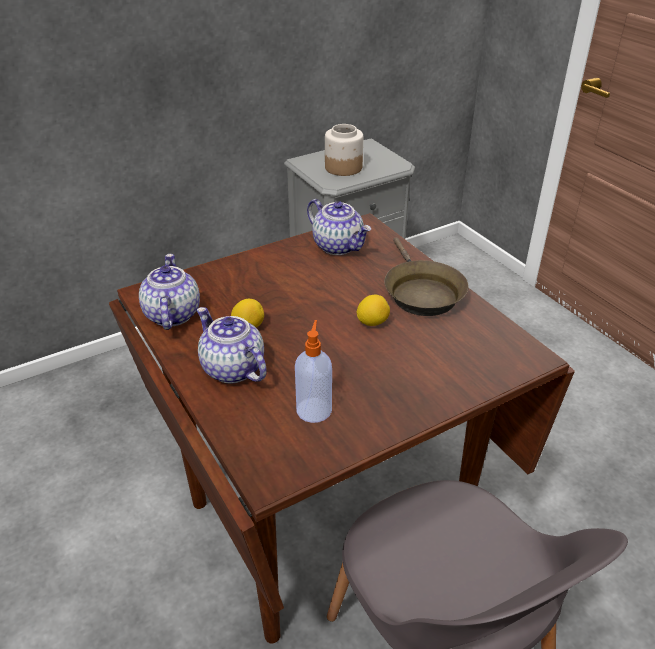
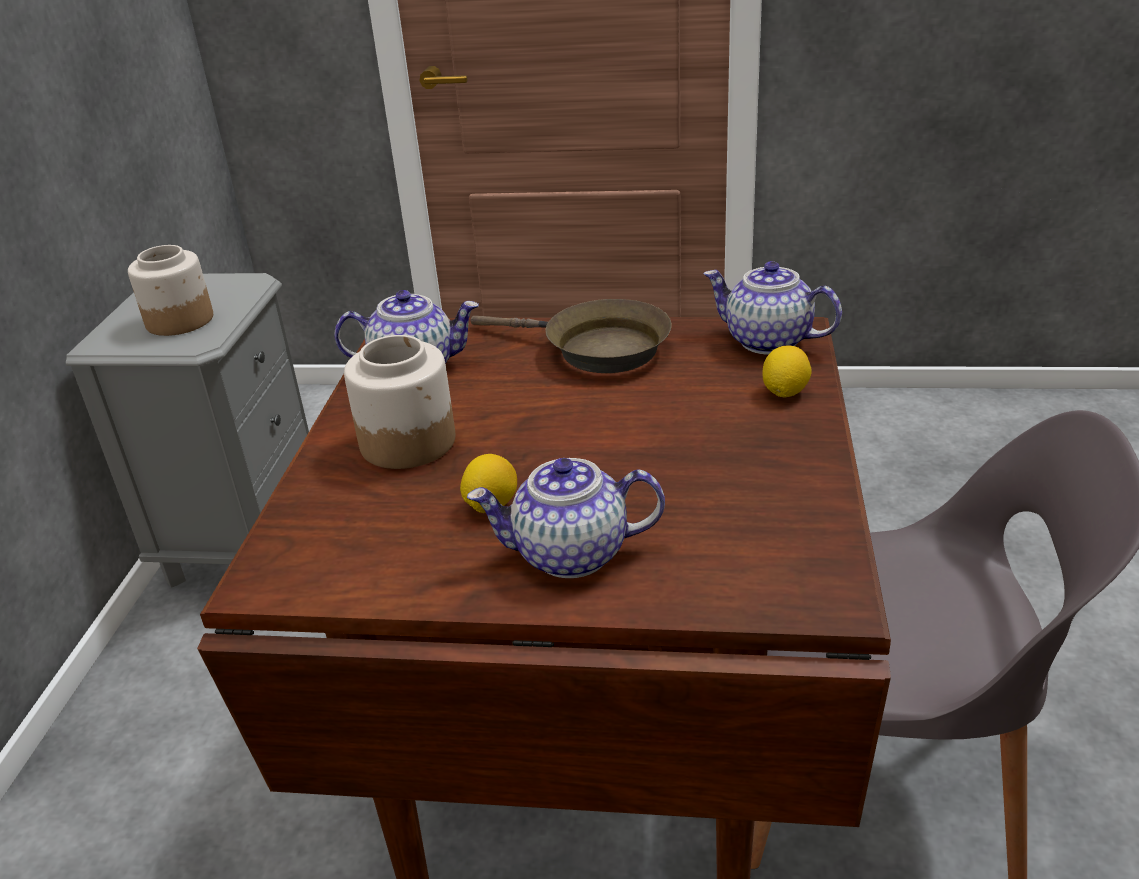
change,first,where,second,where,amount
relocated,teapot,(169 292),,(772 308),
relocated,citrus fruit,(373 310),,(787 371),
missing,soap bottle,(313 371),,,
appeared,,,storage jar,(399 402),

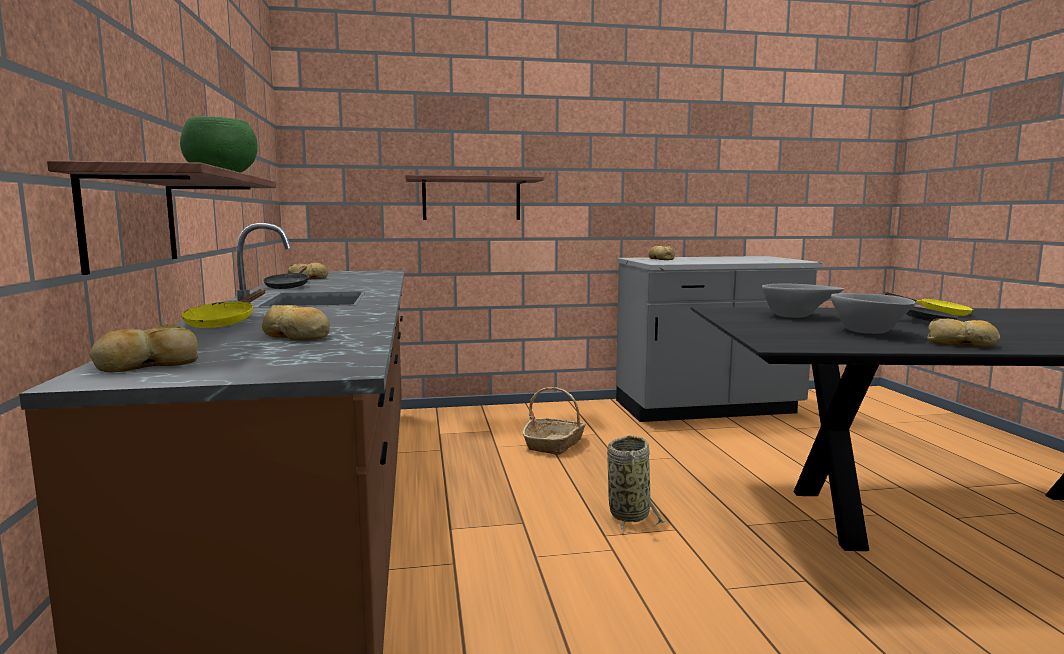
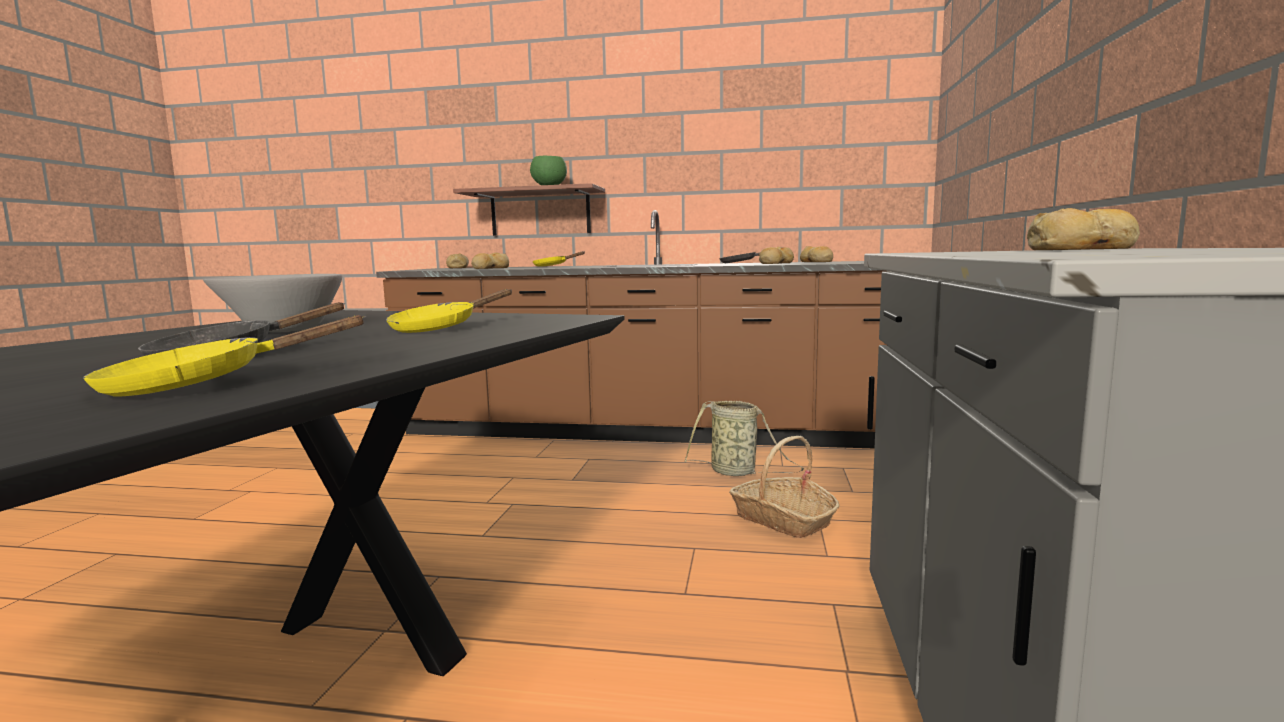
change,first,where,second,where,amount
missing,bracket shelf,(475 197),,,
exchanged,grey bowl,(803 301),yellowish skillet,(449 311),
relocated,bread,(963 332),,(776 255),
relocated,storage basket,(636 484),,(744 438),

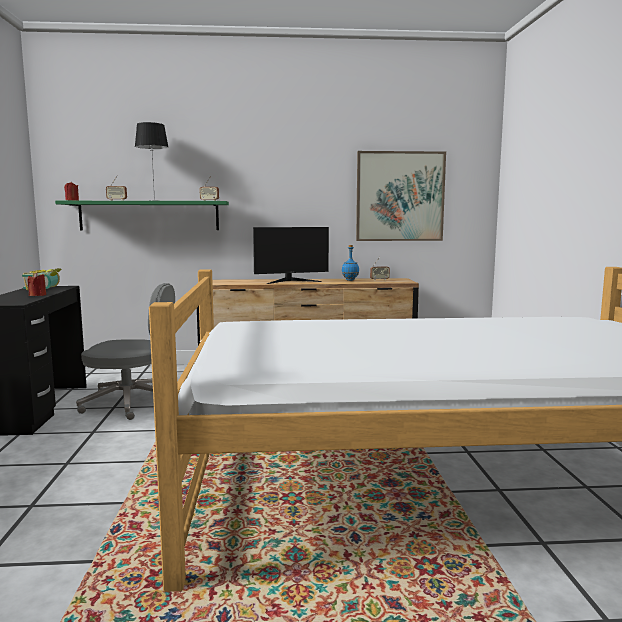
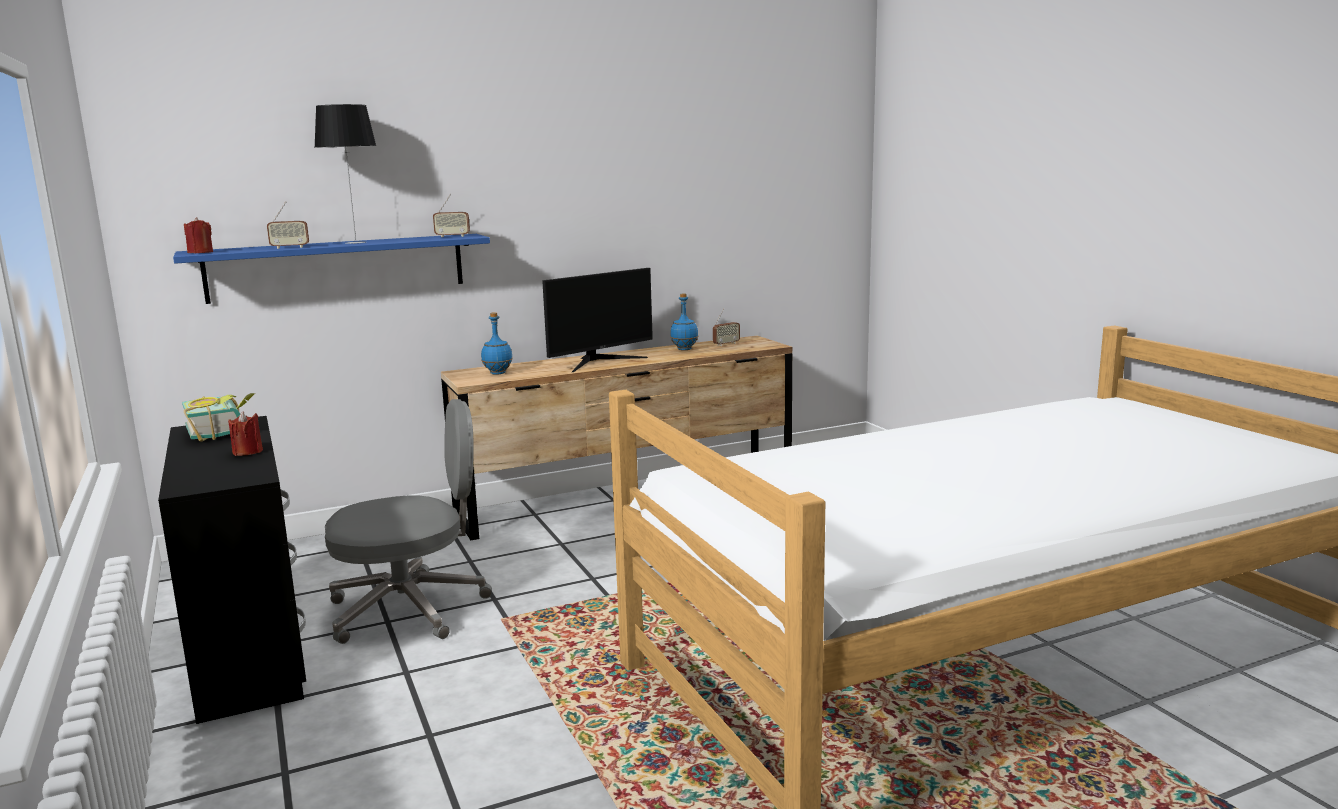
change,first,where,second,where,amount
missing,picture,(401 196),,,
colour,green-coloured bracket shelf,(142 215),blue-coloured bracket shelf,(331 269),
appeared,,,blue-coloured drink bottle,(497 343),

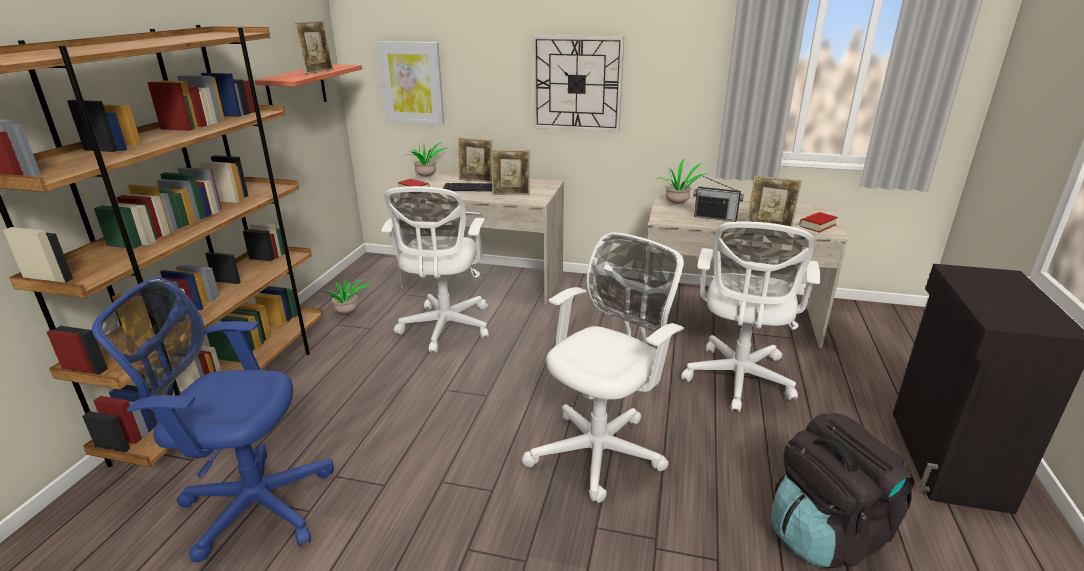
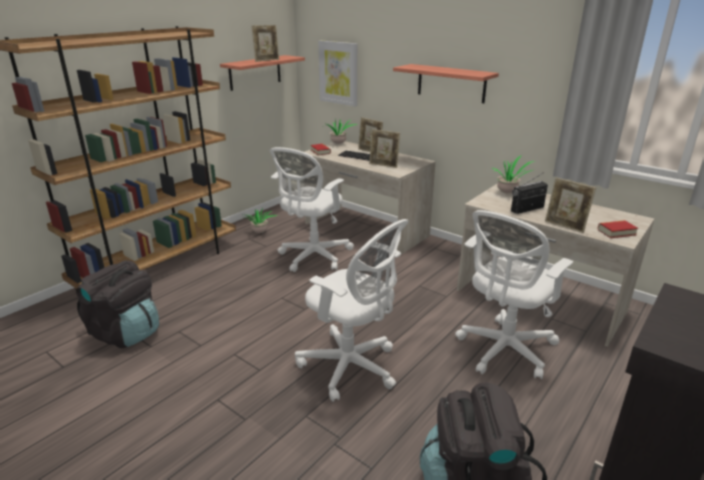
change,first,where,second,where,amount
exchanged,wall clock,(578 83),bracket shelf,(446 83),
spun,radio,(718 199),,(529 193),105 degrees clockwise
spun,whitish desk chair,(603 367),,(352 310),60 degrees clockwise
exchanged,blue-coloured desk chair,(213 419),black rucksack,(117 304),

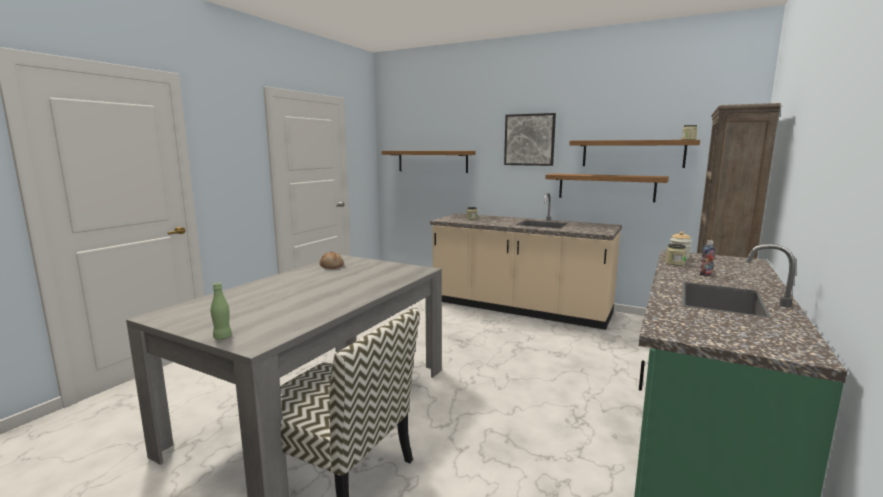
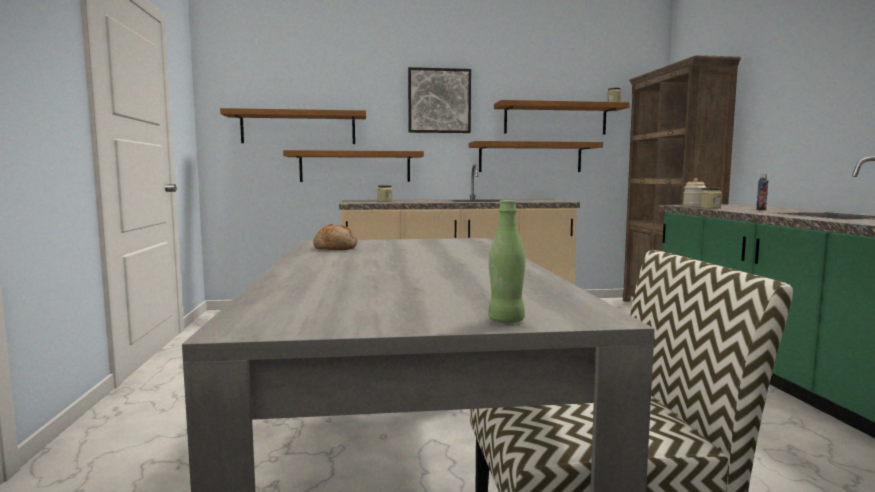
change,first,where,second,where,amount
appeared,,,bracket shelf,(353 166),

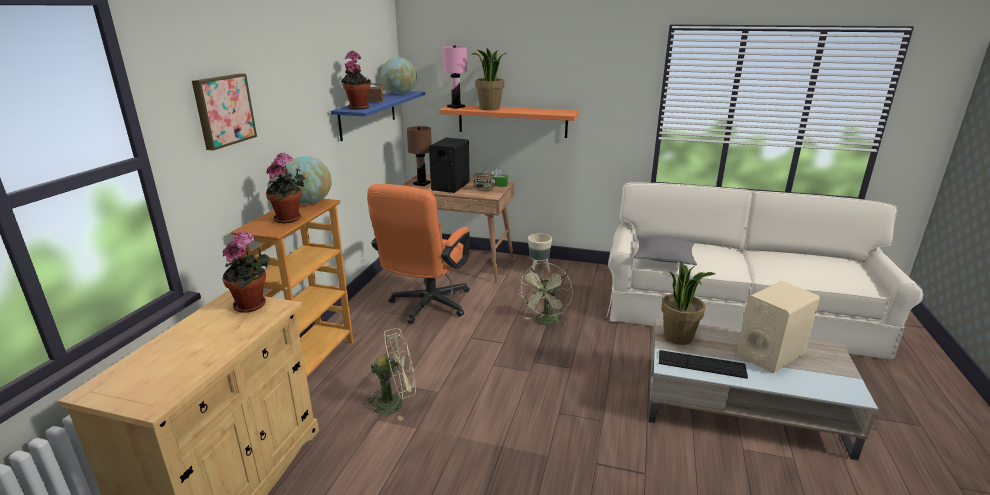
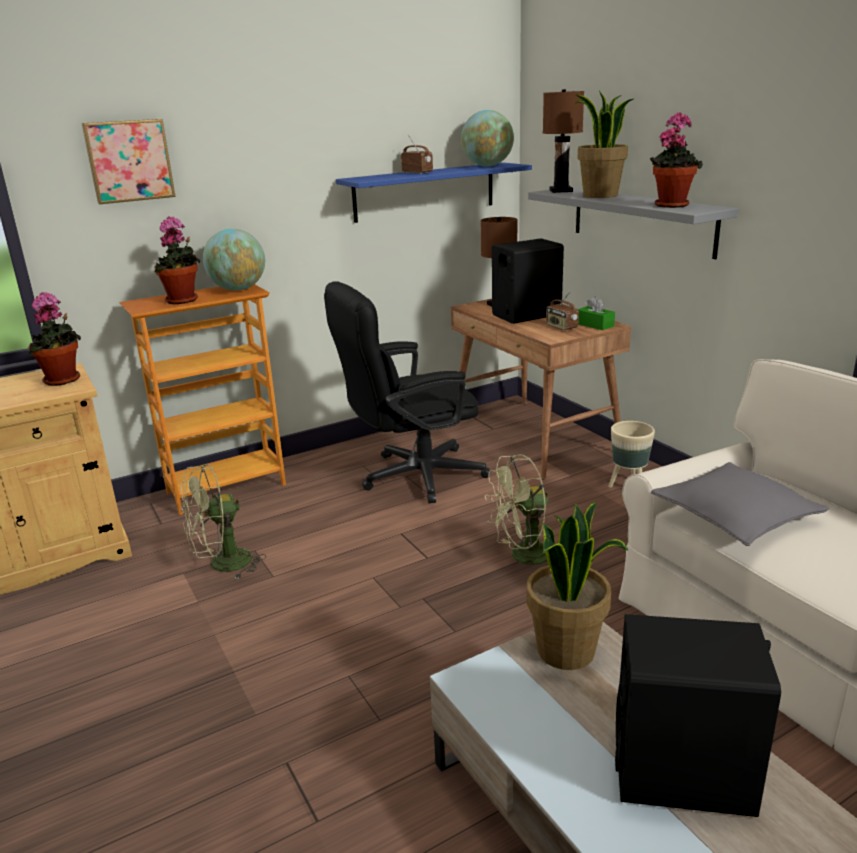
change,first,where,second,where,amount
colour,pink-coloured tabletop lamp,(455 77),brown tabletop lamp,(563 141),
relocated,potted plant,(356 80),,(676 160),
colour,orange-coloured bracket shelf,(509 121),grey bracket shelf,(633 223),
colour,orange-coloured desk chair,(418 254),black desk chair,(407 392),
colour,sand-coloured loudspeaker,(778 327),black loudspeaker,(698 715),
spun,green-coloured electric fan,(389 374),,(223 522),120 degrees clockwise
missing,computer keyboard,(703 364),,,

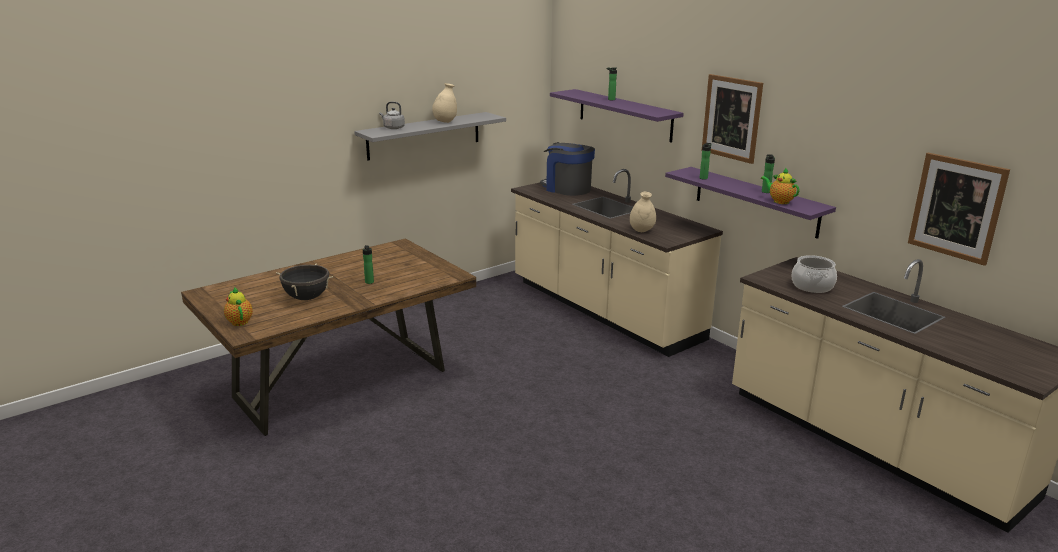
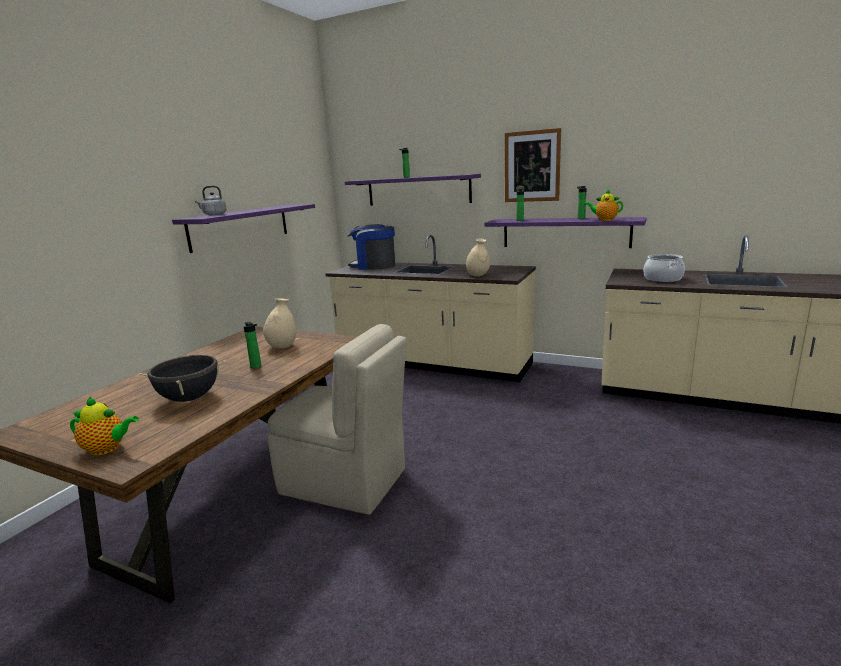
change,first,where,second,where,amount
relocated,sand-coloured vase,(444 103),,(280 323),
colour,grey bracket shelf,(430 136),purplish bracket shelf,(243 228),
missing,picture,(959 209),,,
spun,teapot,(238 306),,(104 426),150 degrees clockwise
appeared,,,sand-coloured chair,(337 419),

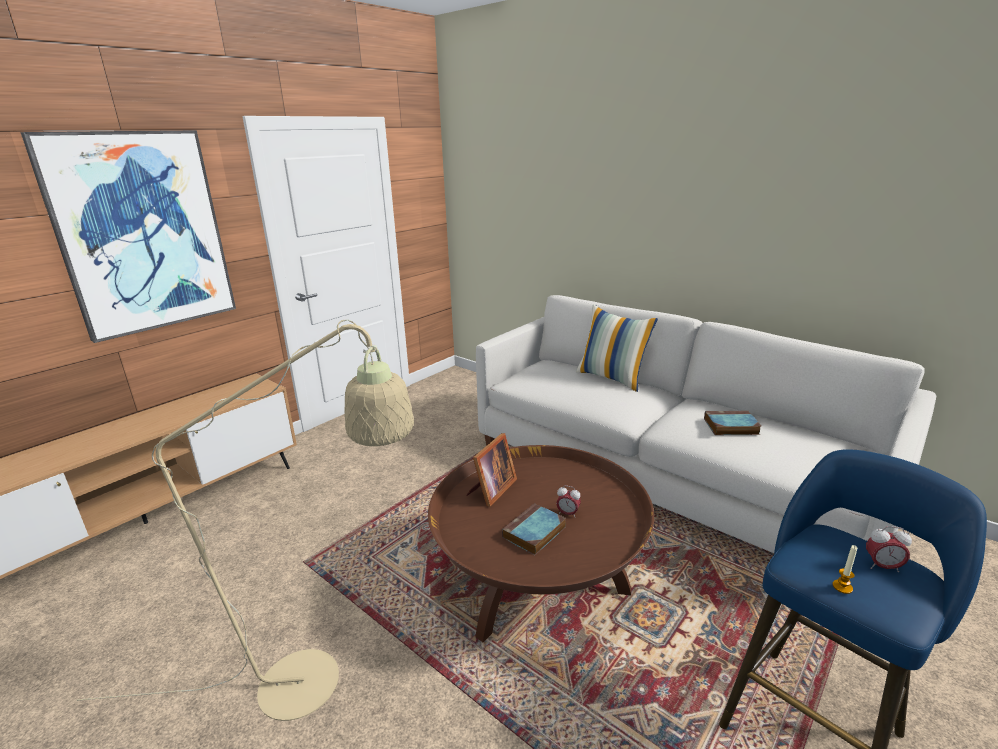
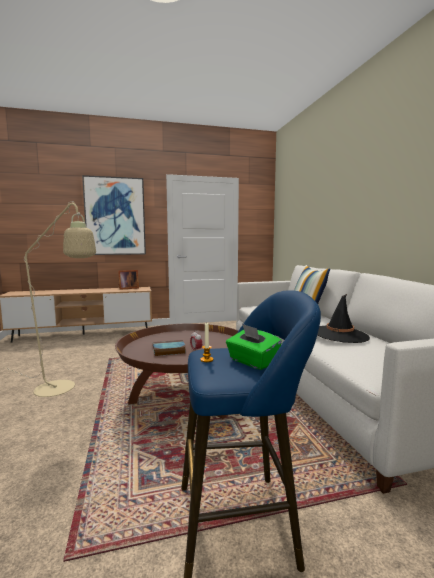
change,first,where,second,where,amount
exchanged,book,(732 423),black wearable hat,(343 318),
relocated,photo frame,(491 470),,(128 280),
exchanged,table clock,(889 549),green-coloured tissue holder,(254 347),

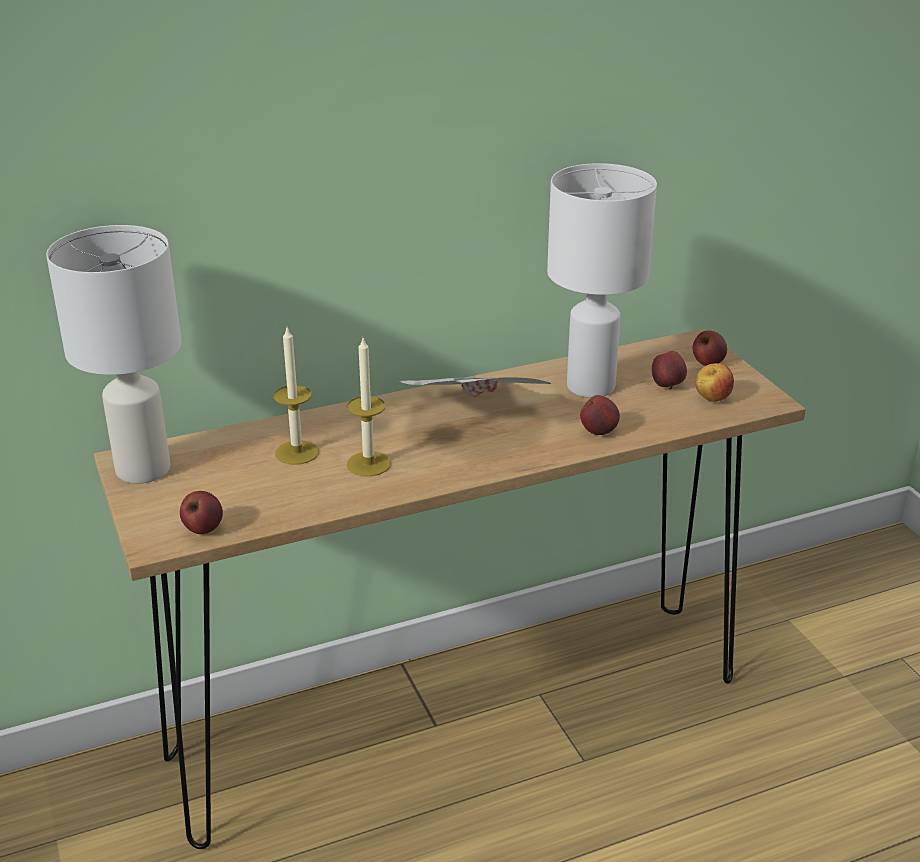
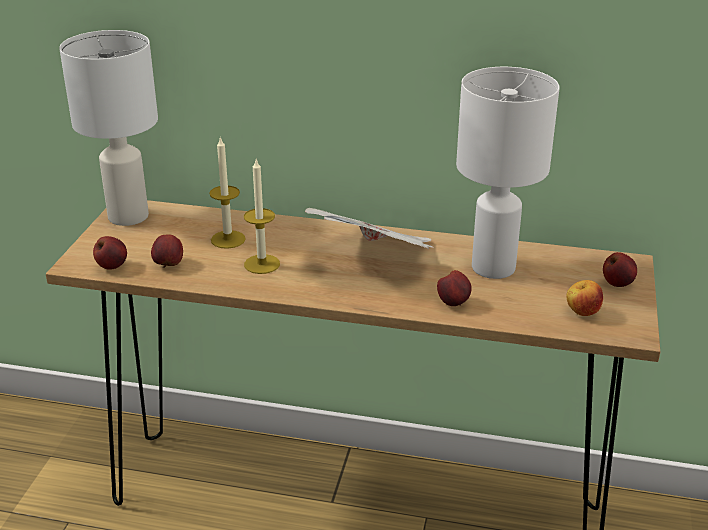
change,first,where,second,where,amount
relocated,whole apple,(669 370),,(167 251),

